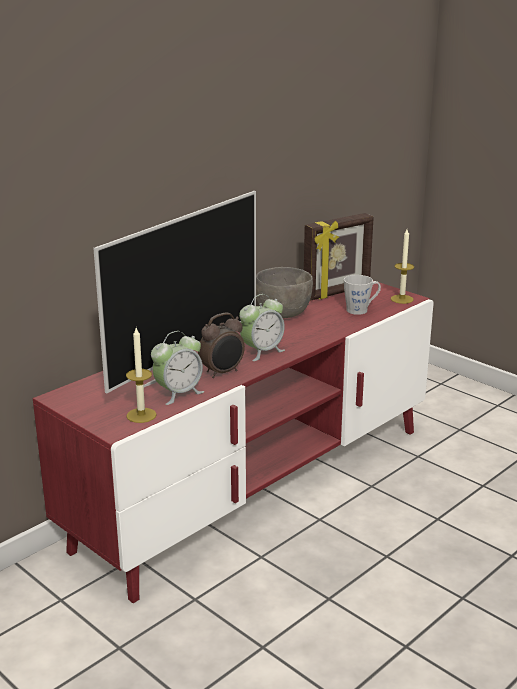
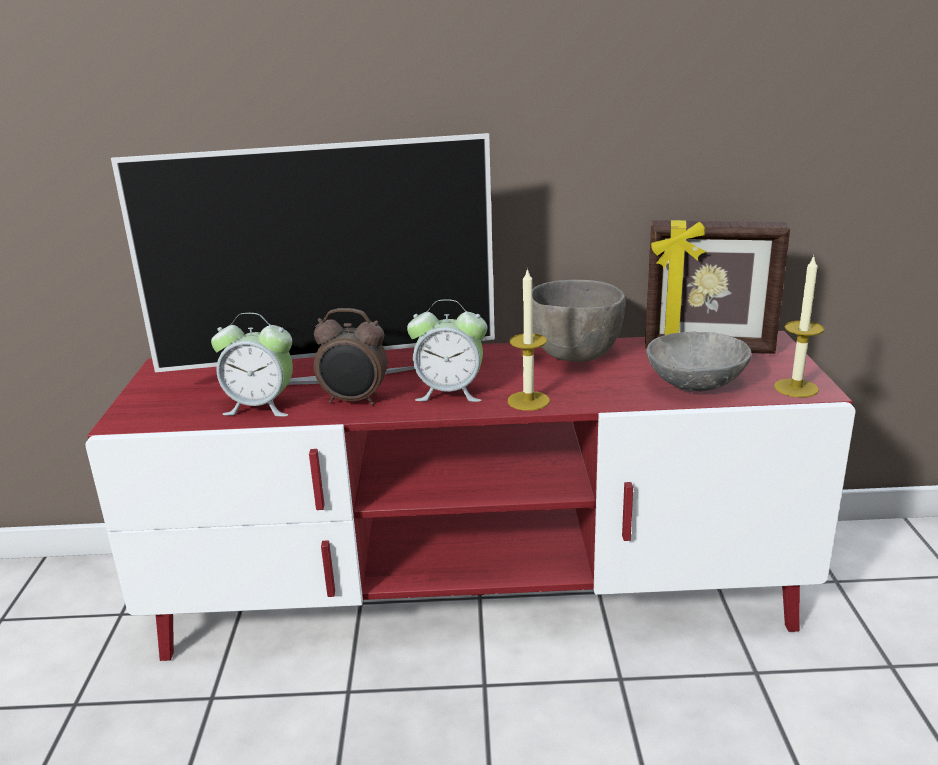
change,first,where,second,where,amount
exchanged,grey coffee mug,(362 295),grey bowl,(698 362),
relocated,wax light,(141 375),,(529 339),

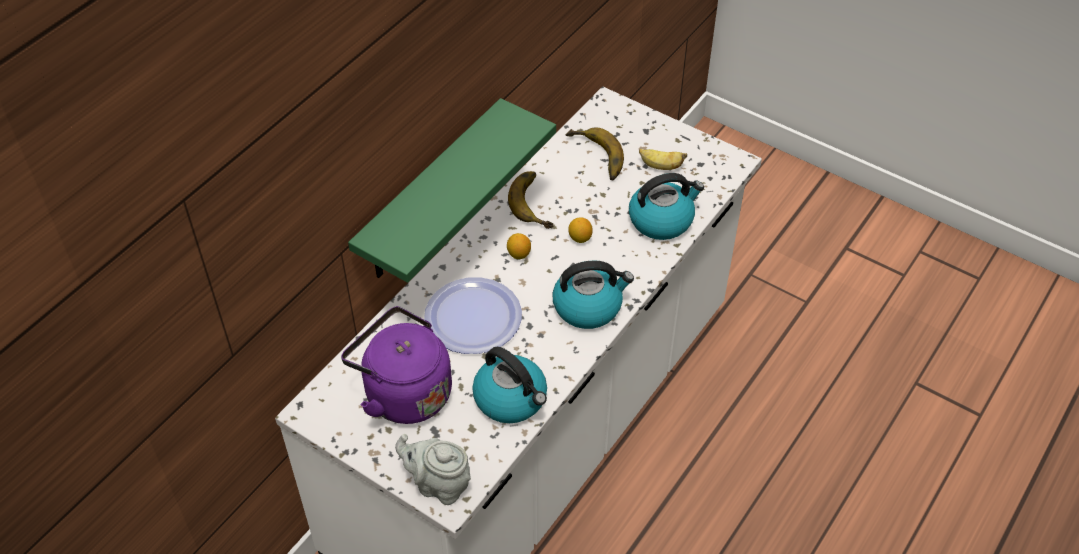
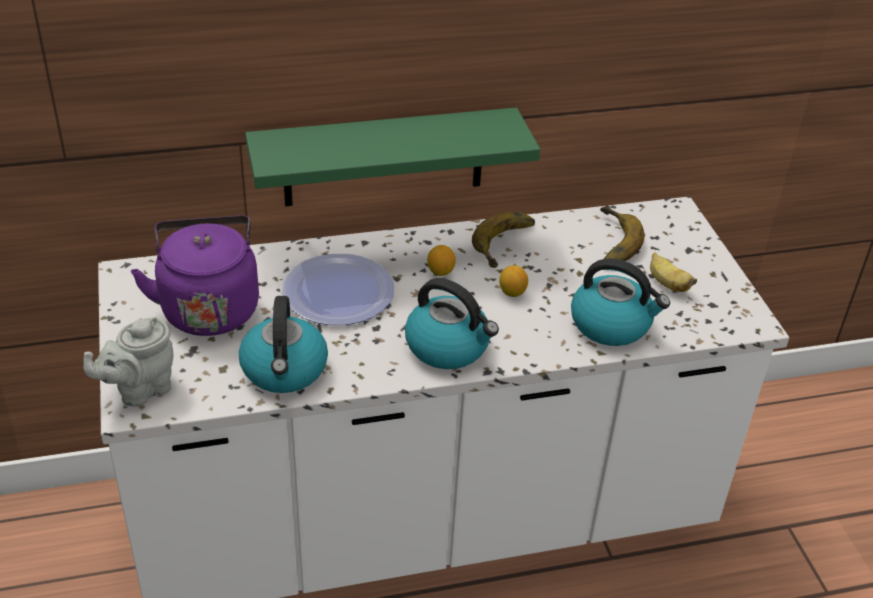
change,first,where,second,where,amount
spun,grey teapot,(433 469),,(128 362),105 degrees counterclockwise

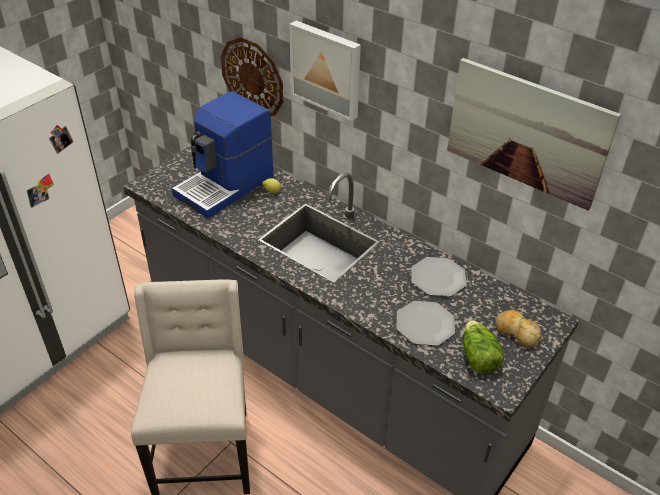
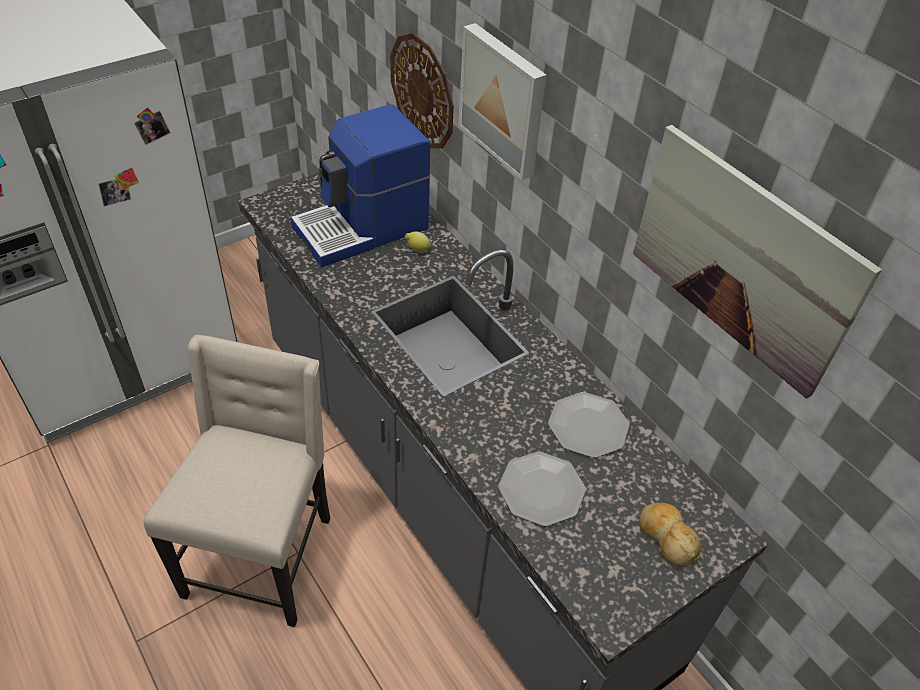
change,first,where,second,where,amount
missing,lettuce,(483 346),,,

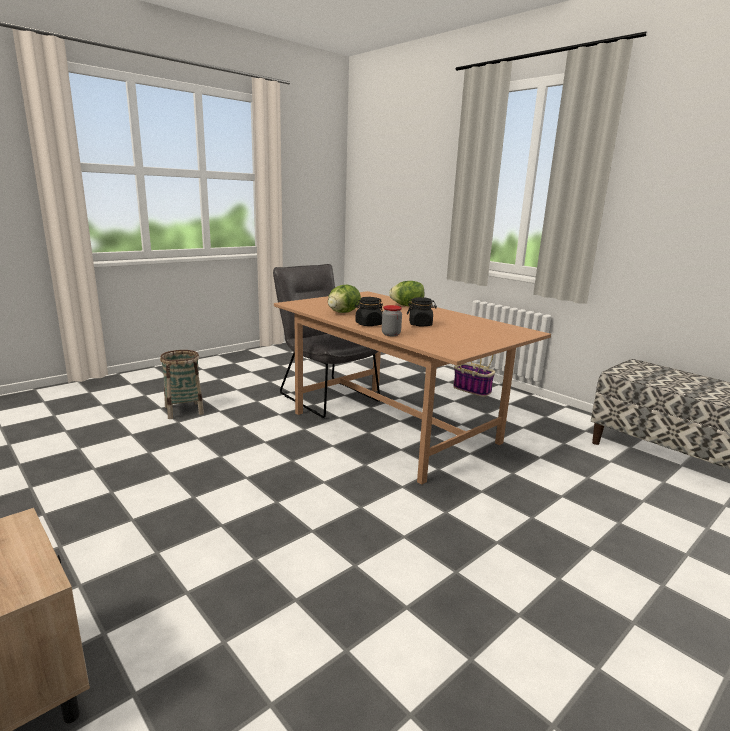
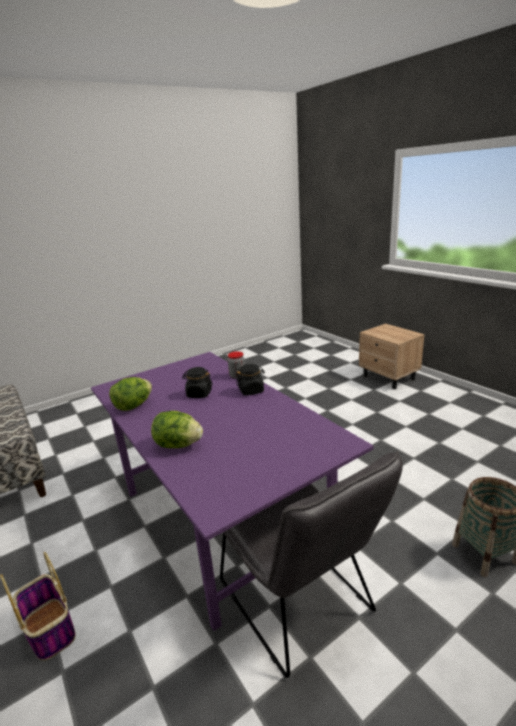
change,first,where,second,where,amount
relocated,lettuce,(344 299),,(130 394),
colour,brown dining table,(412 388),purplish dining table,(232 491),

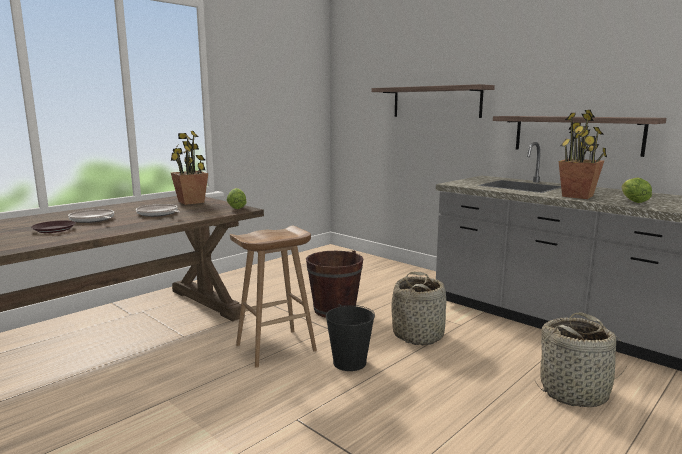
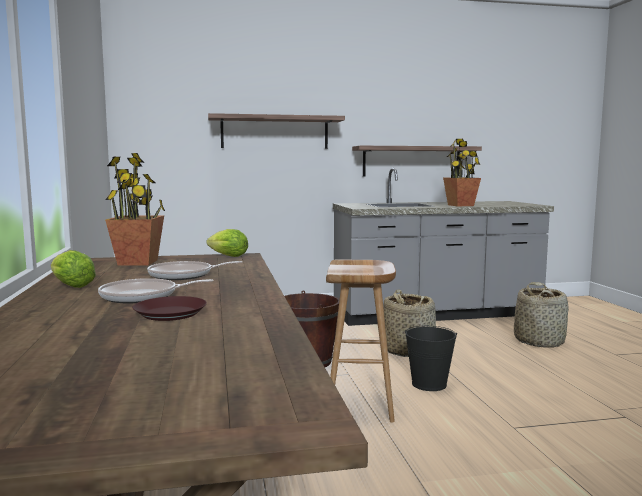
change,first,where,second,where,amount
relocated,lettuce,(637 190),,(73 269),

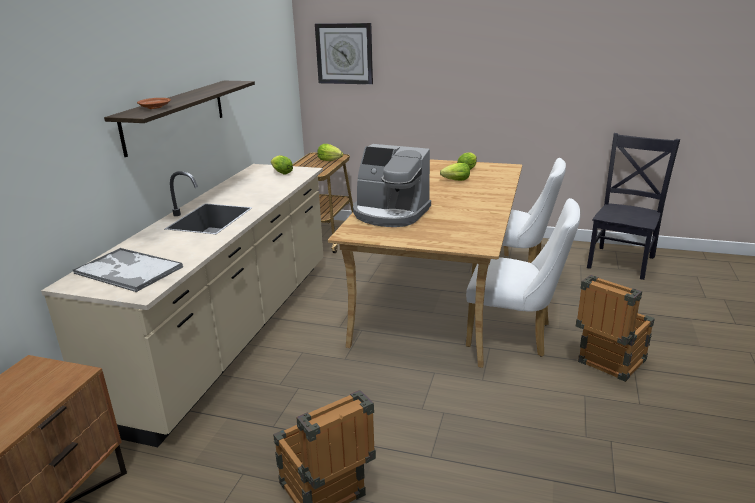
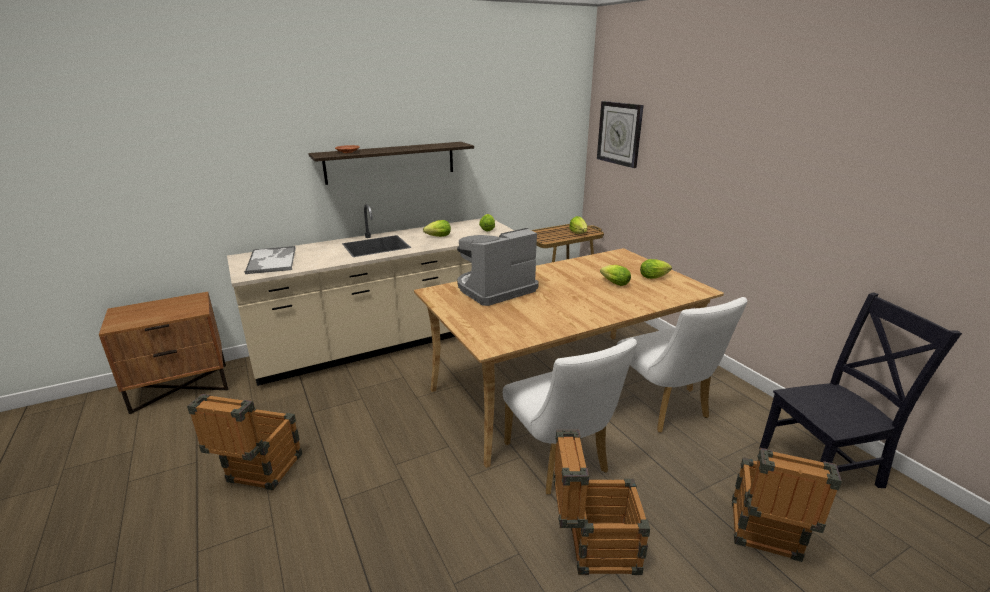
change,first,where,second,where,amount
spun,coffee machine,(392 185),,(498 267),75 degrees clockwise
appeared,,,lettuce,(437 228),
appeared,,,crate,(787 505),

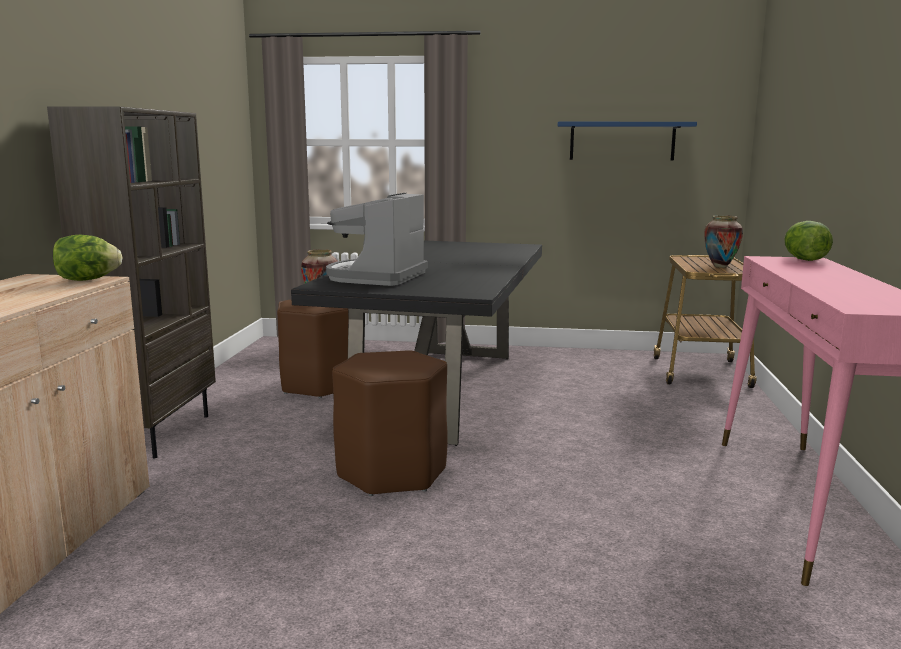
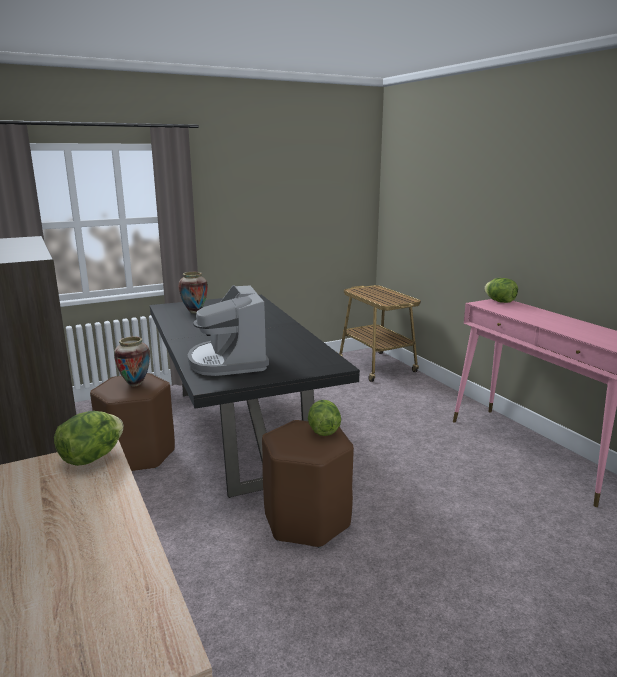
change,first,where,second,where,amount
missing,blue-coloured bracket shelf,(627 141),,,
relocated,vase,(723 241),,(193 292),
appeared,,,lettuce,(324 418),

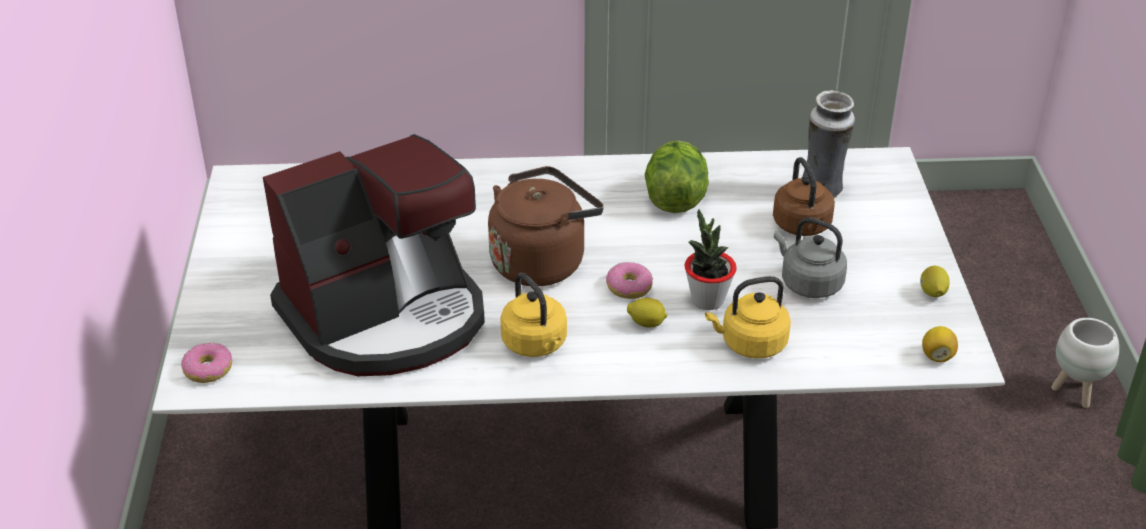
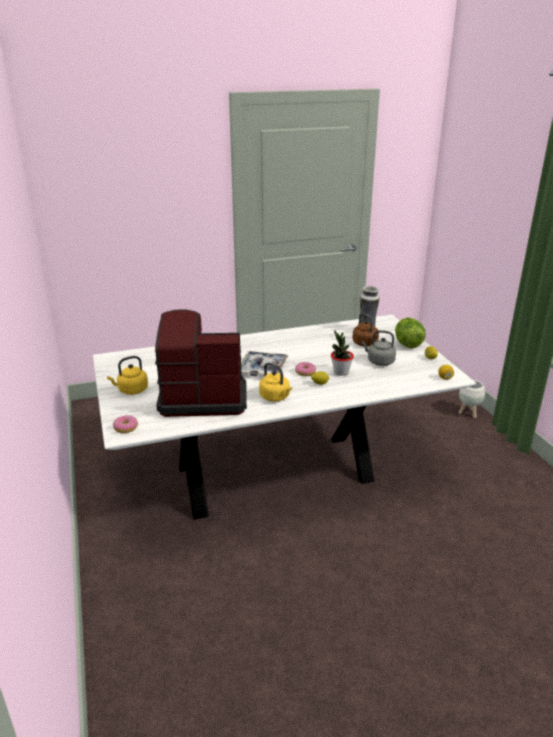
change,first,where,second,where,amount
spun,coffee machine,(374 255),,(201 363),135 degrees counterclockwise
relocated,lettuce,(677 177),,(410 333),
exchanged,brown water kettle,(546 226),serving tray,(264 363),
relocated,yellowish water kettle,(748 317),,(127 375),

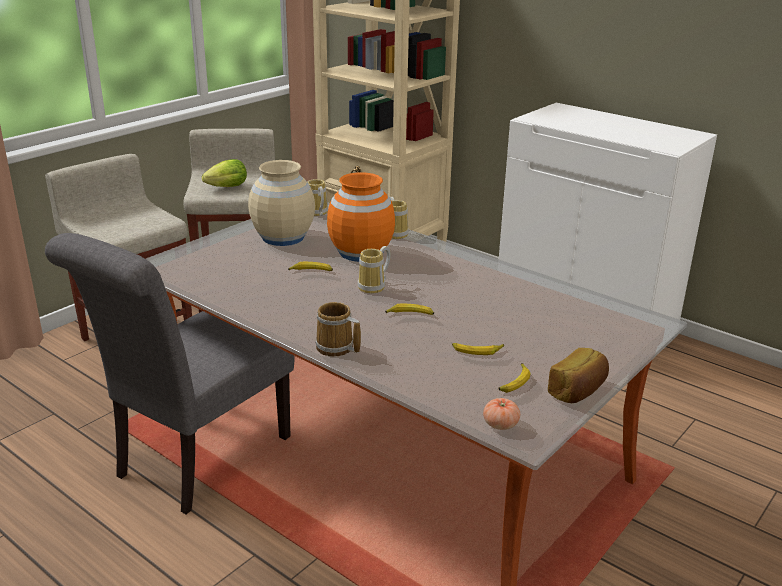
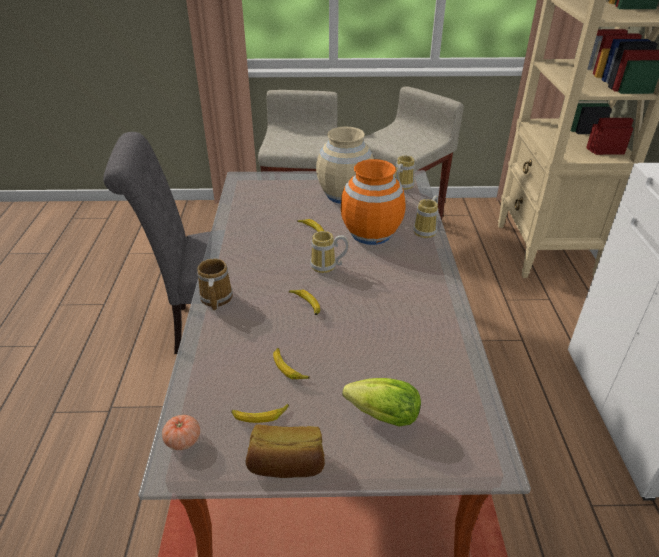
change,first,where,second,where,amount
relocated,lettuce,(224 173),,(381 402),

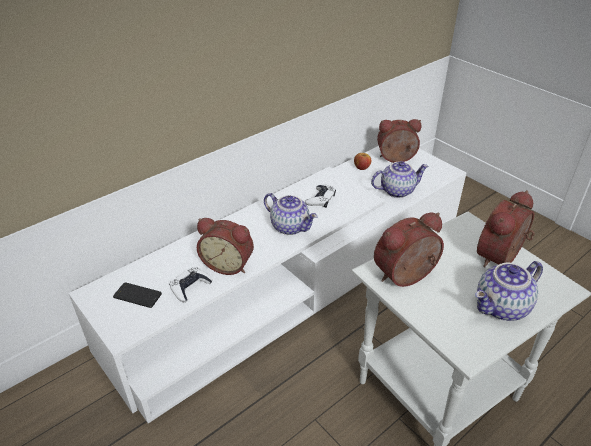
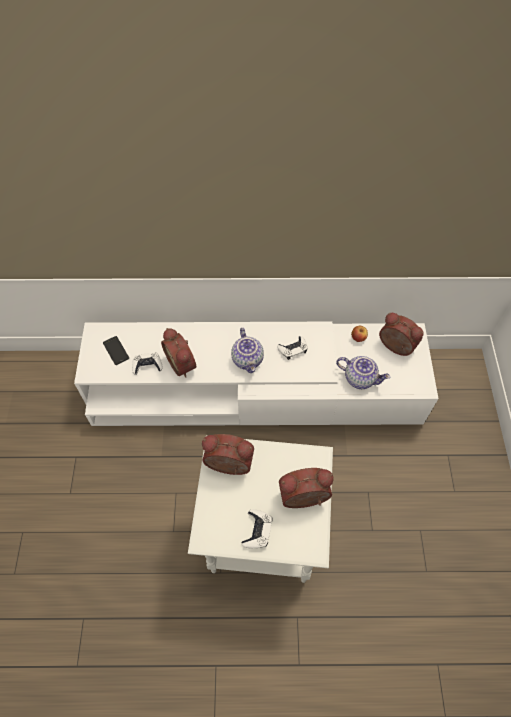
change,first,where,second,where,amount
exchanged,teapot,(509 291),whitish gamepad,(257 528),

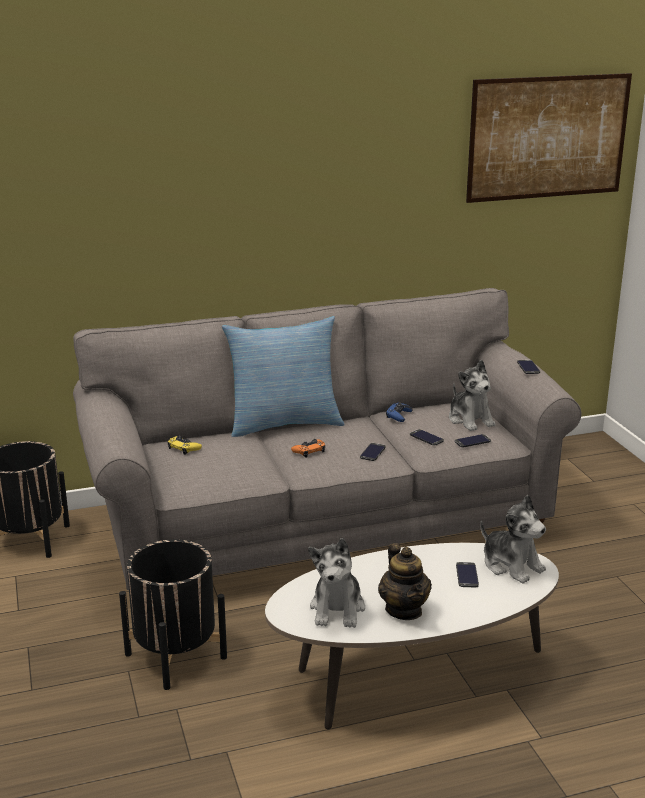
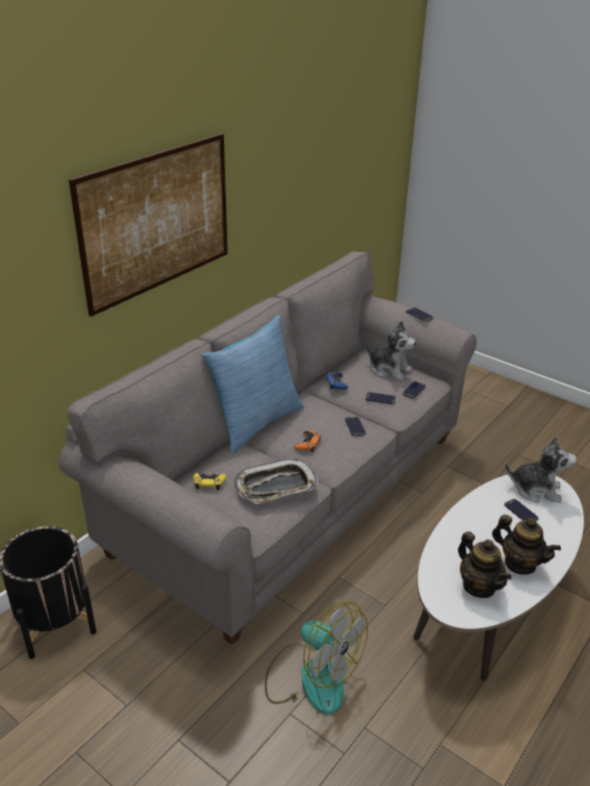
change,first,where,second,where,amount
relocated,picture,(549 138),,(148 225),
exchanged,plush toy,(336 583),teapot,(485 564),
exchanged,black plant pot,(173 614),electric fan,(316 658),
appeared,,,serving tray,(276 481),

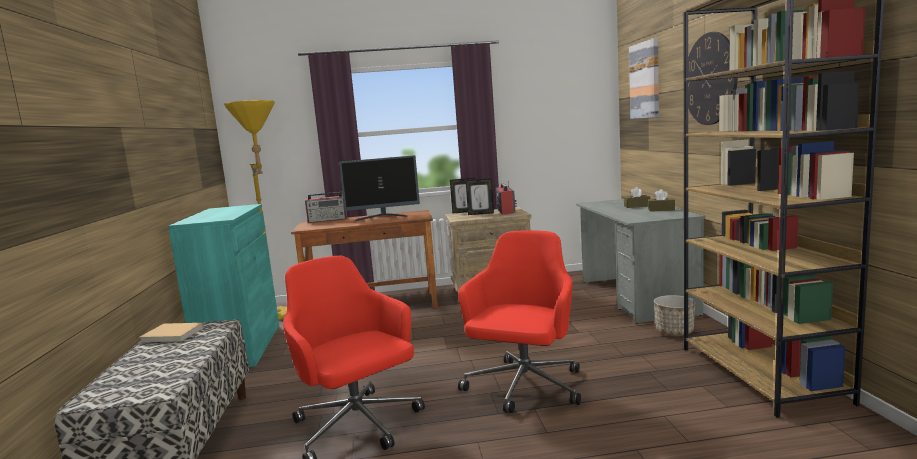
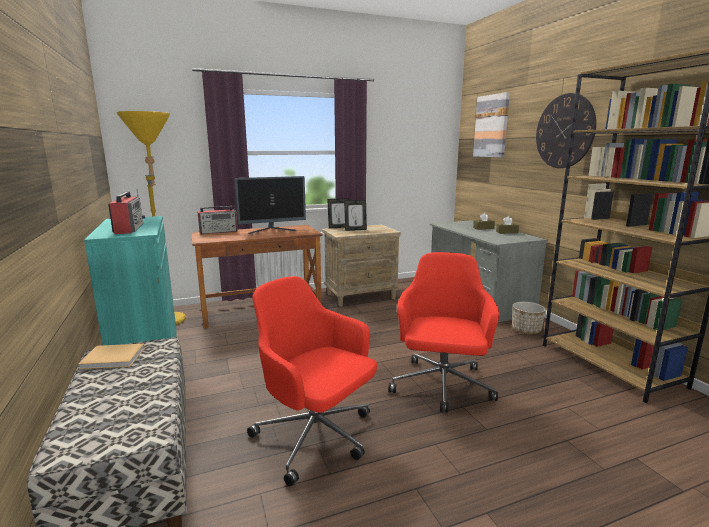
change,first,where,second,where,amount
relocated,radio,(506 198),,(126 211),

